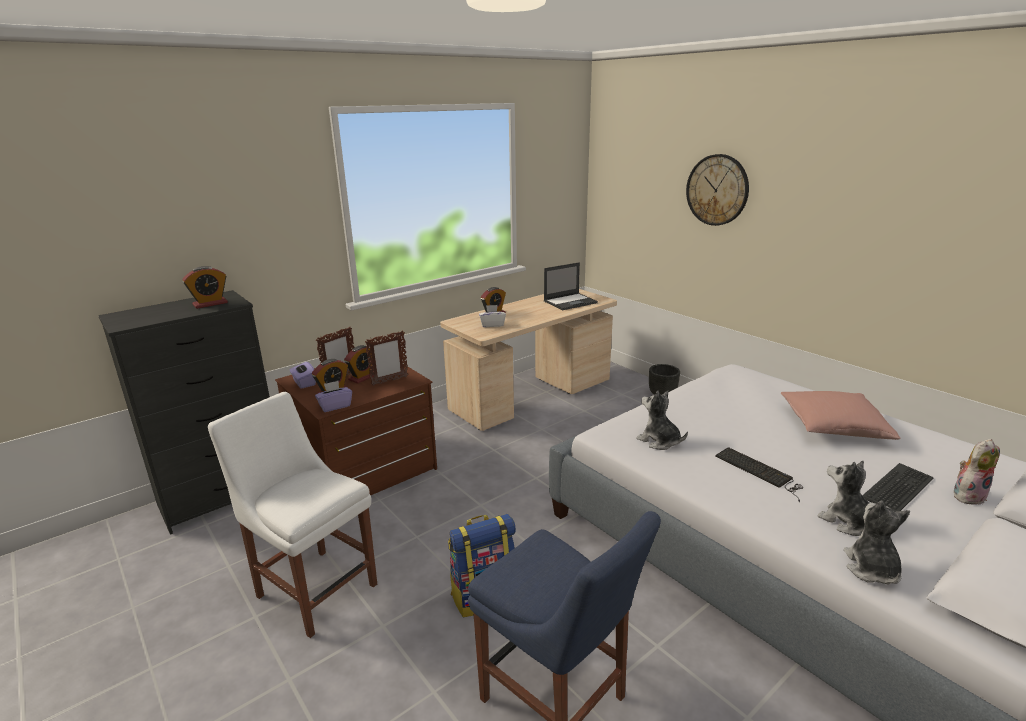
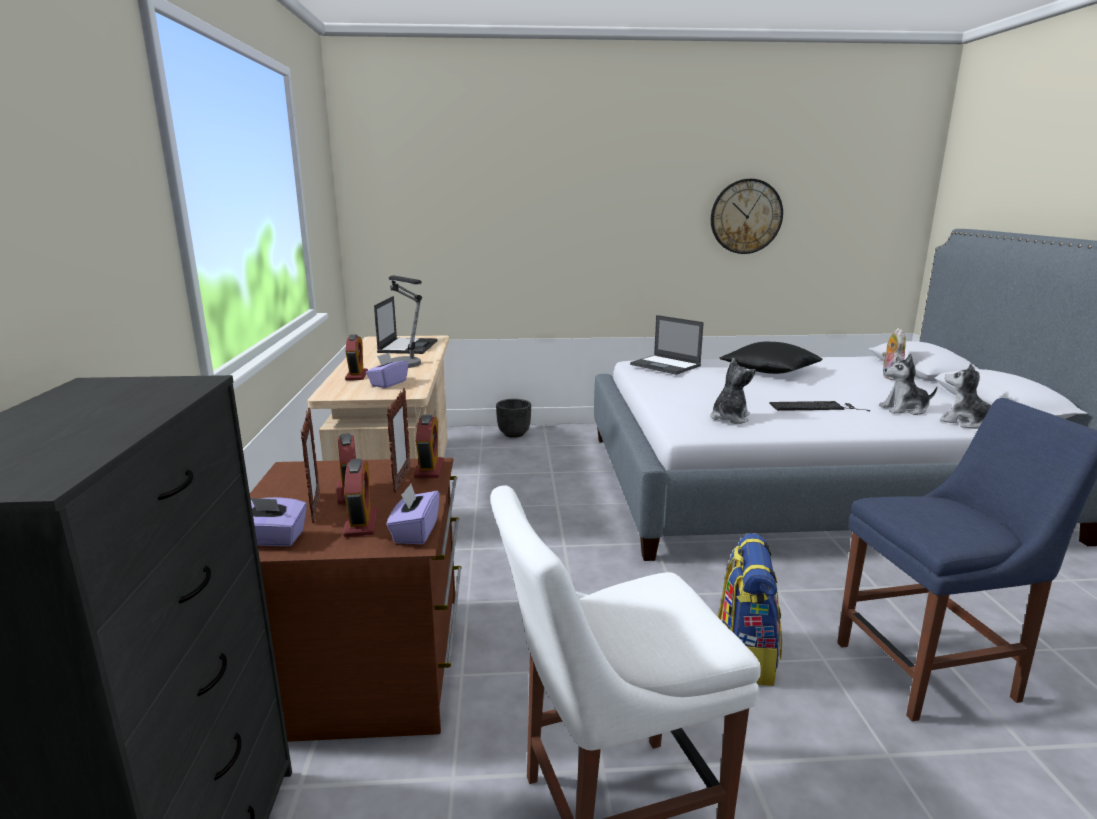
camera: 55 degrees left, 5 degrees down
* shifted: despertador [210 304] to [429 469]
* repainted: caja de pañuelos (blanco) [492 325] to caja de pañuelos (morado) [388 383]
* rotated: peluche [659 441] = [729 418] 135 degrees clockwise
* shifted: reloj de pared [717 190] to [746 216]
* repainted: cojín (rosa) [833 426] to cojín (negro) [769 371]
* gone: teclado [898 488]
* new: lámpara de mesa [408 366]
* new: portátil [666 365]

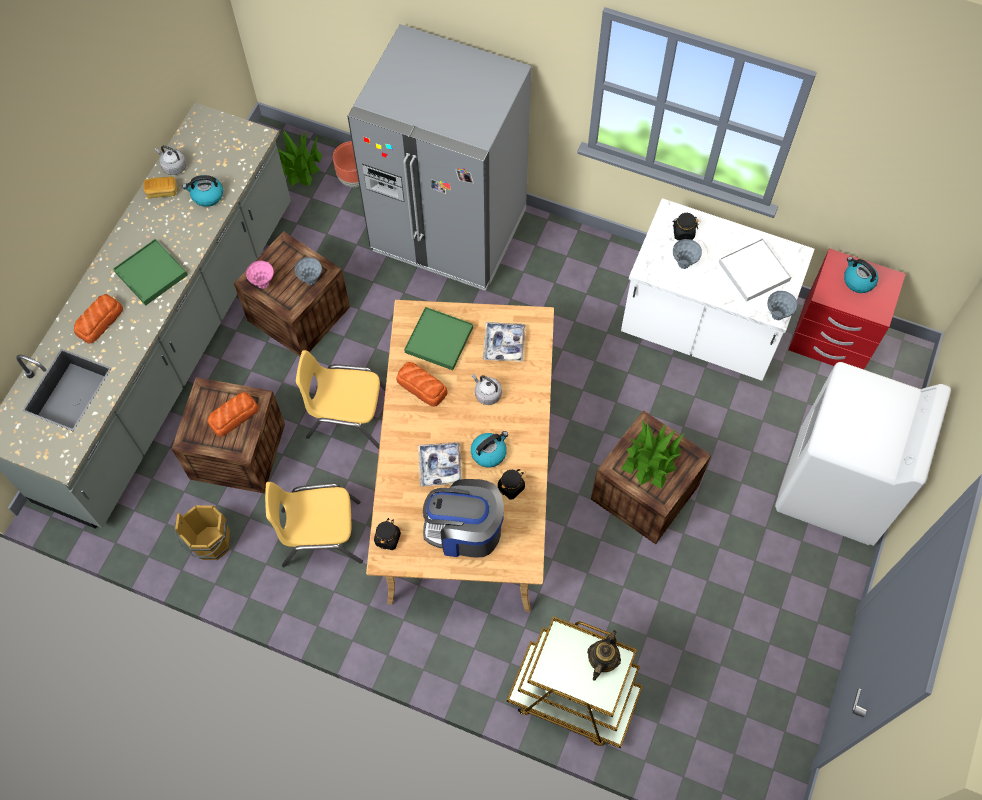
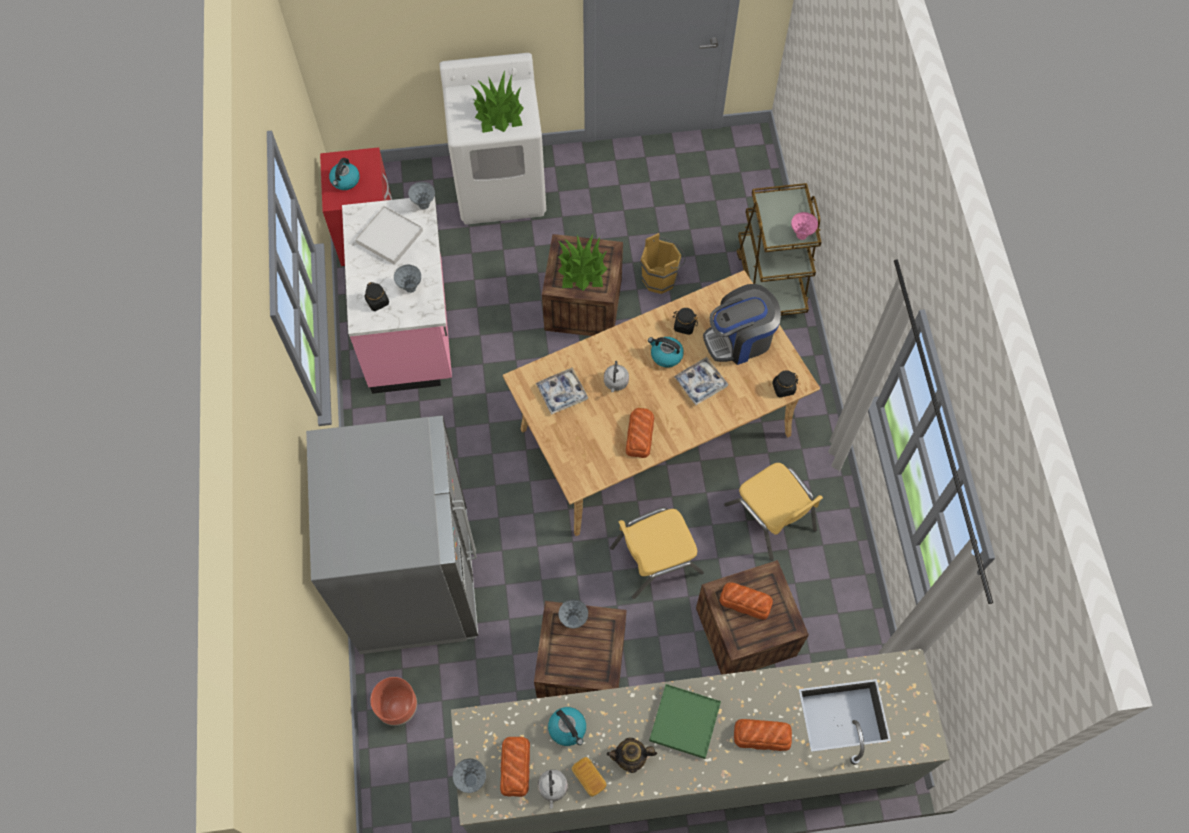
camera: 120 degrees left, 0 degrees up
* shifted: cubo (marrón) [211 546] to [661 278]
* shifted: florero (rosa) [263 284] to [801 235]
* shifted: planta en maceta [298 166] to [499 113]
* rotated: silla (amarillo) [348 415] = [655 559] 90 degrees clockwise
* gone: bandeja (verde) [439 340]
* rotated: cafetera [465 530] = [739 339] 90 degrees clockwise
* shifted: tetera [602 660] to [631 758]
* repainted: mueble bajo de cocina (blanco) [701 330] to mueble bajo de cocina (rosa) [410 328]
* new: florero (gris) [471 780]
* new: pan [515 766]

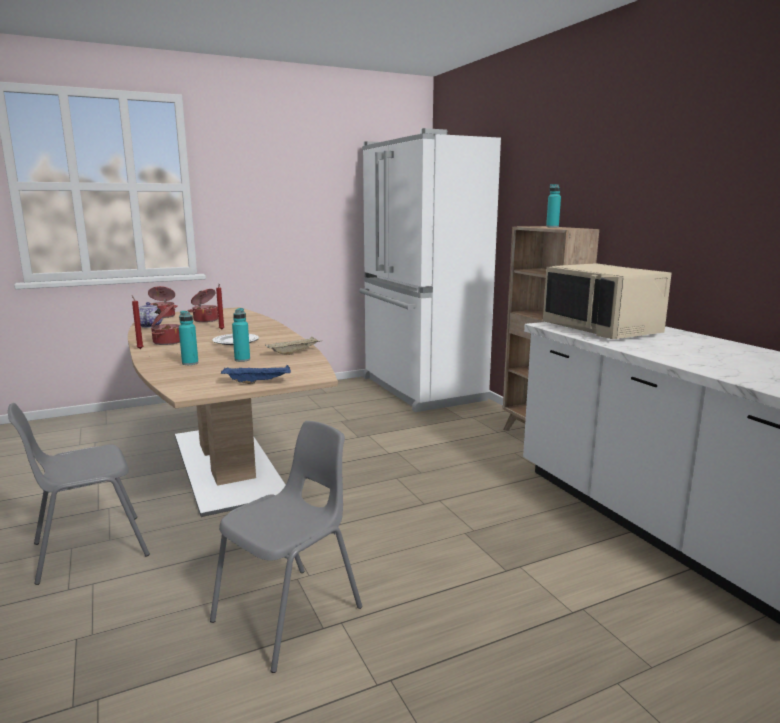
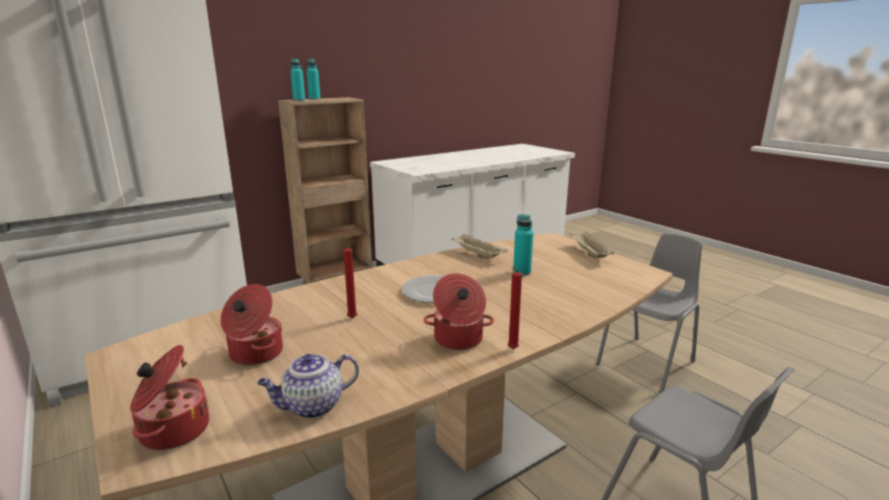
camera: 100 degrees left, 5 degrees up
* shifted: botella (turquesa) [190 363] to [299 100]
* rotated: silla (gris) [290 615] = [648 363] 105 degrees clockwise
* repainted: bandeja (azul) [258 382] to bandeja (beis) [589 254]
* gone: microondas (beis) [602 329]

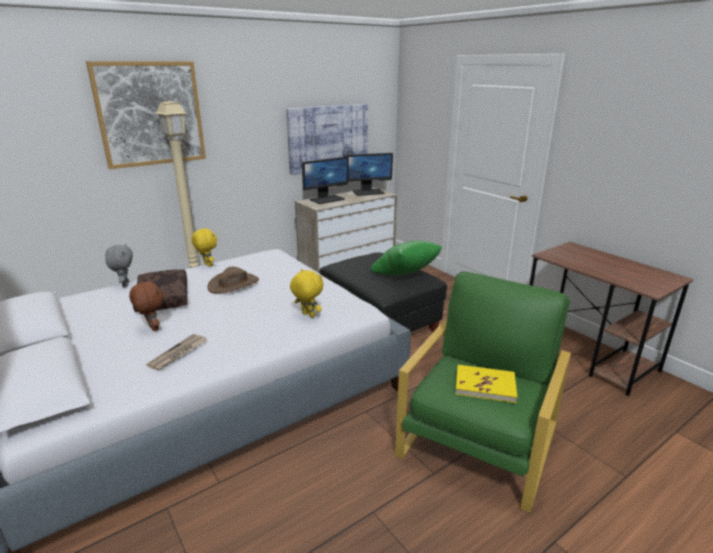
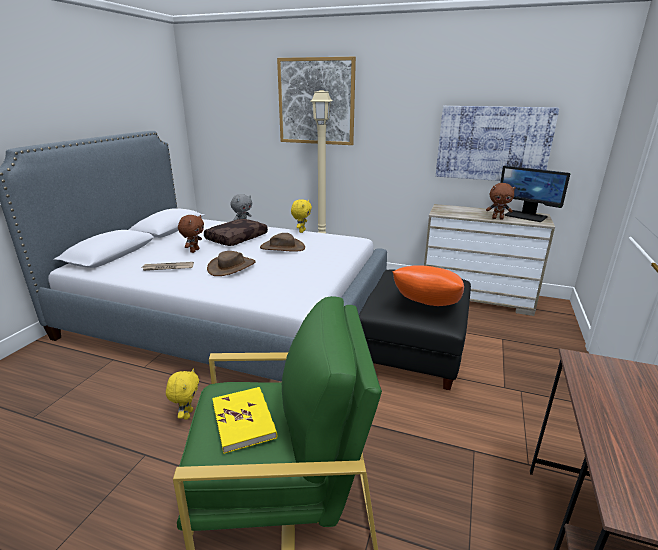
camera: 55 degrees right, 0 degrees up
* shifted: peluche (amarillo) [307 315] to [187 414]
* gone: monitor [327 199]
* repainted: cojín (verde) [405 276] to cojín (naranja) [426 307]
* new: sombrero (marrón) [232 267]
* new: peluche (marrón) [497 218]

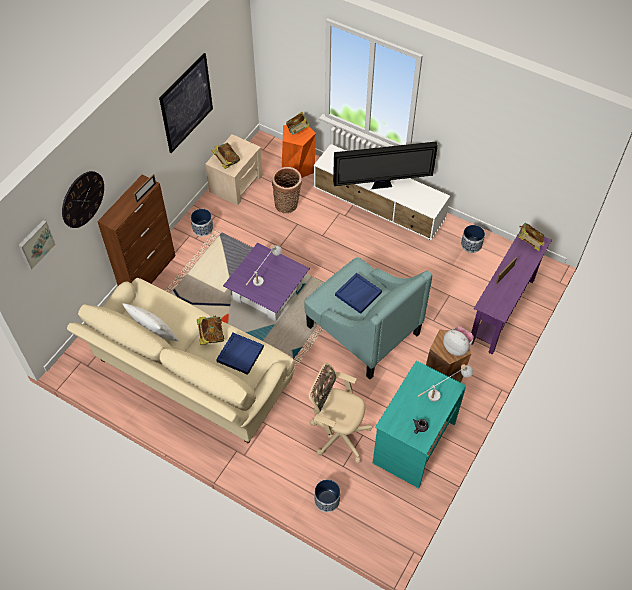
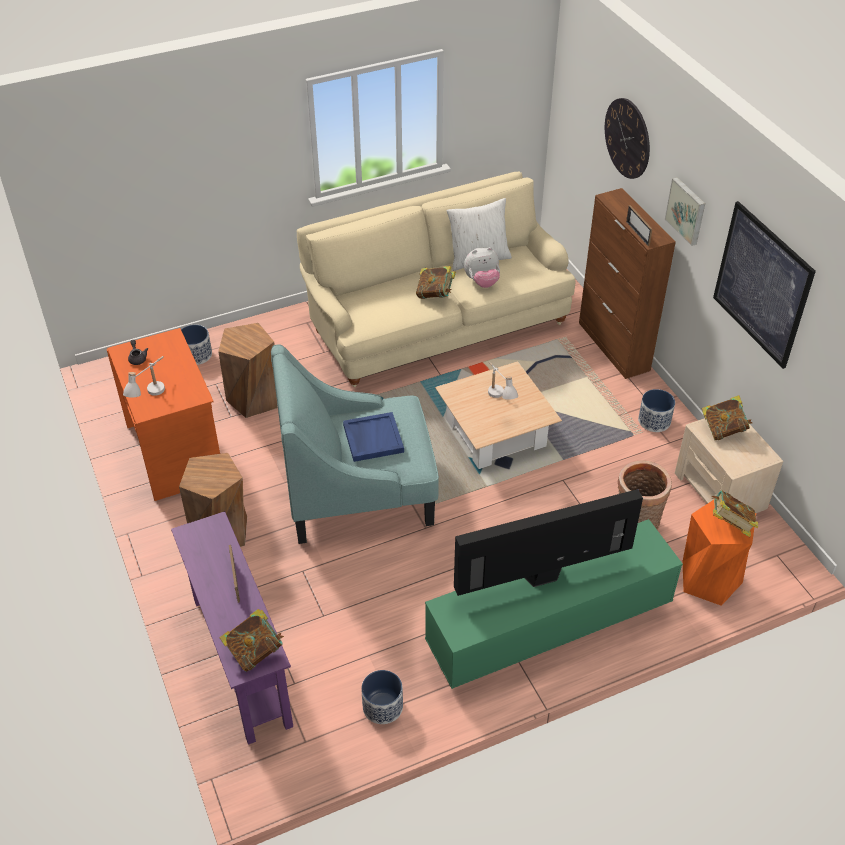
camera: 125 degrees right, 10 degrees down
* shifted: cuadro [35 243] to [687 210]
* gone: bandeja (azul) [240 354]
* repainted: mesa de centro (morado) [268 293] to mesa de centro (beis) [495 433]
* swapped: silla de oficina (beis) [337 433] to taburete (marrón) [254 398]
* repainted: mueble de televisión (blanco) [378 209] to mueble de televisión (verde) [547 629]
* rotated: televisor [382 185] = [542 577] 45 degrees clockwise
* repainted: escritorio (turquesa) [413 442] to escritorio (naranja) [176 452]
* shifted: peluche [456 347] to [482 282]

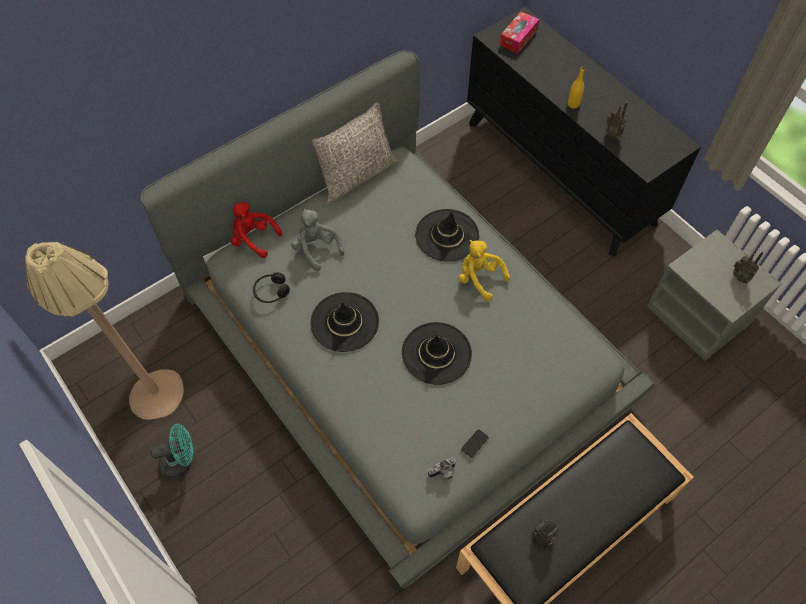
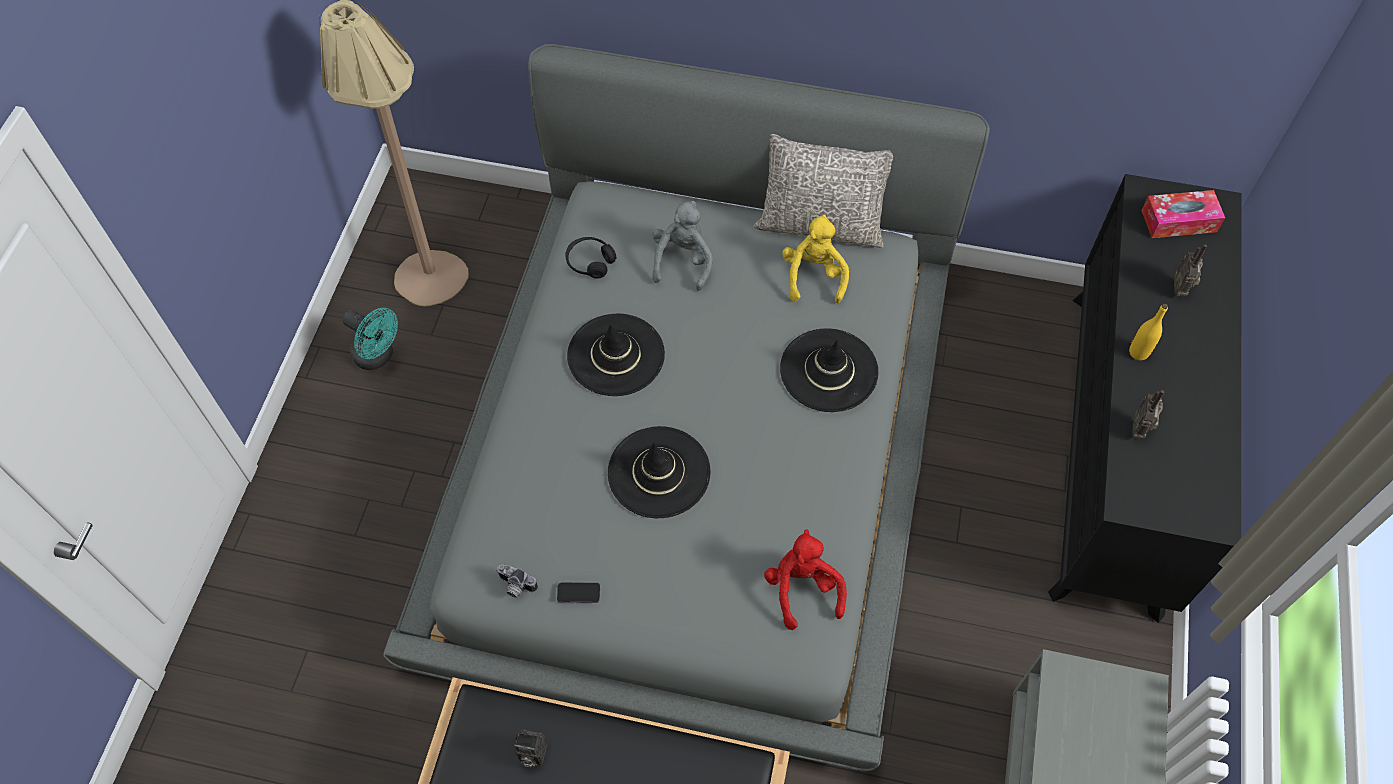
camera: 50 degrees right, 0 degrees up
* shifted: peluche (rojo) [253 239] to [802 589]
* shifted: peluche (amarillo) [479 278] to [814 276]
* shifted: radio [739 277] to [1180 288]

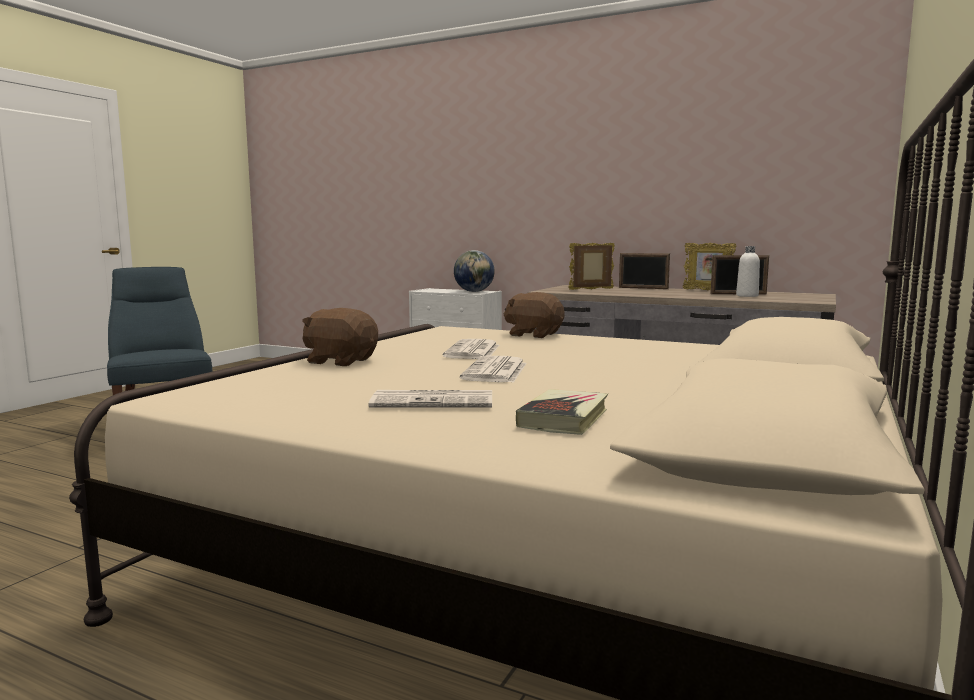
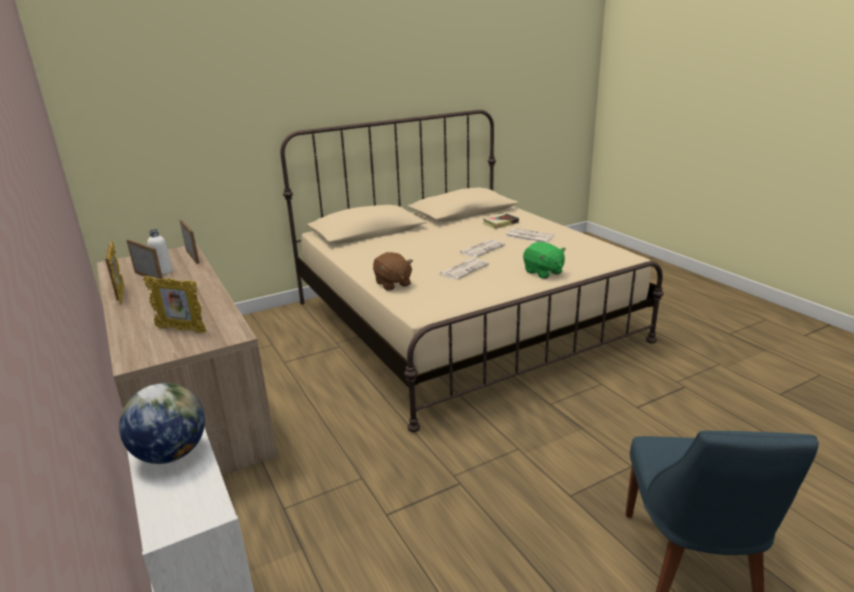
camera: 145 degrees left, 15 degrees up
* repainted: peluche (marrón) [340 361] to peluche (verde) [543 272]
* shifted: portarretratos [643 288] to [192 256]

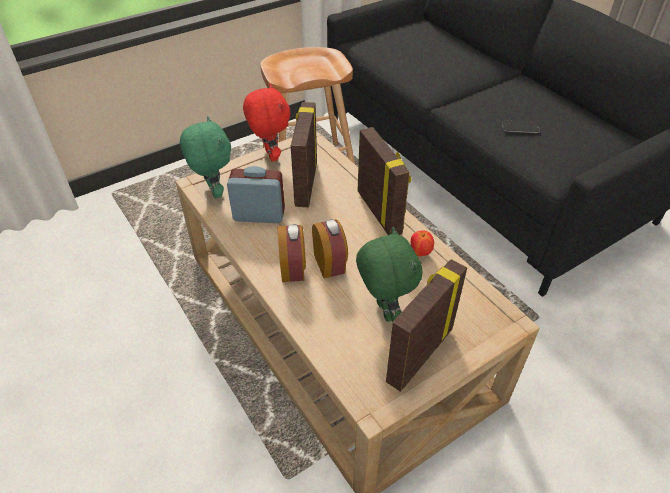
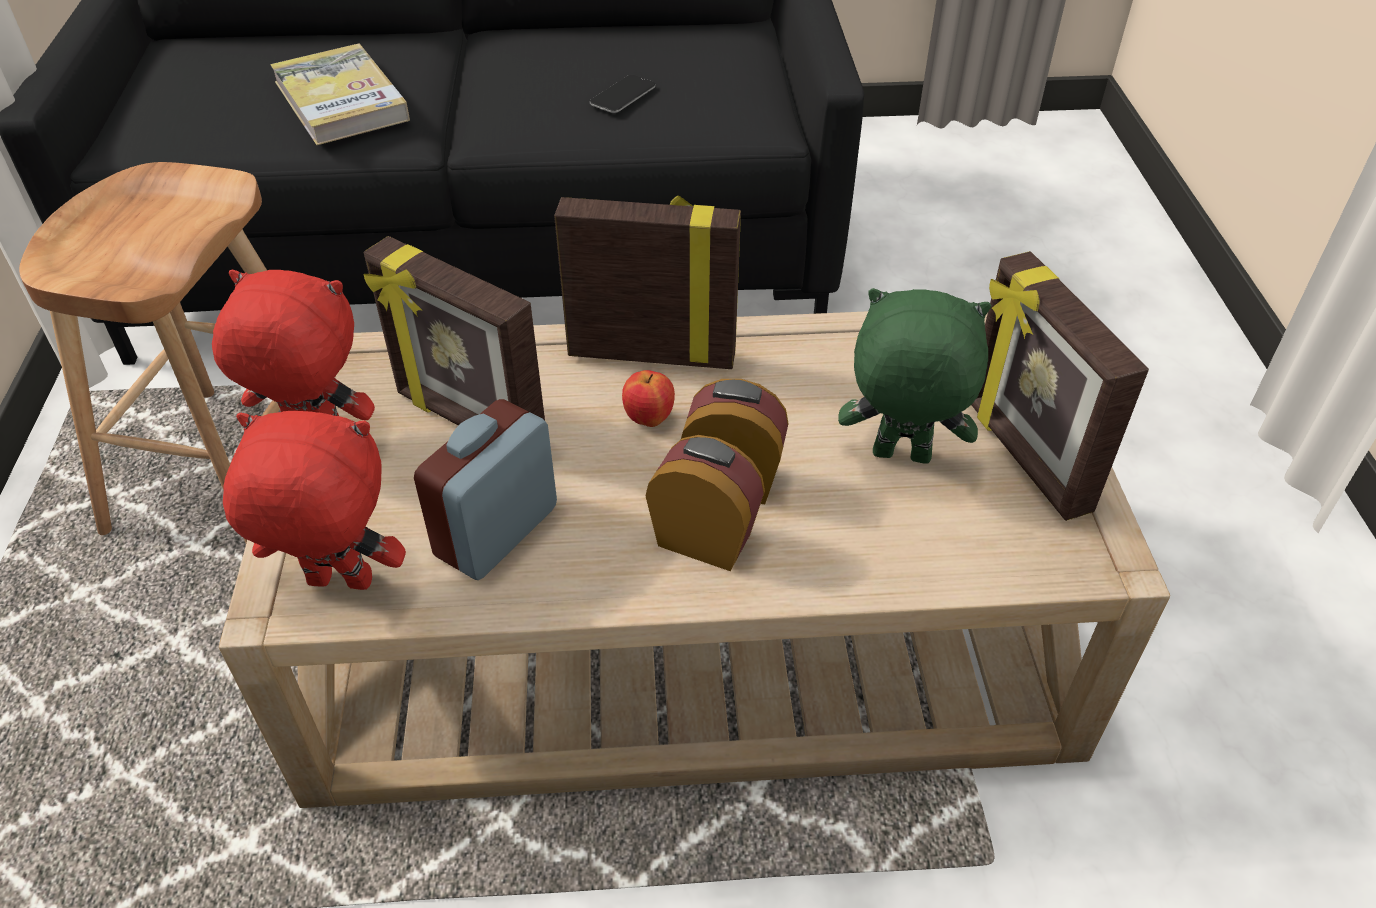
camera: 60 degrees left, 0 degrees up
* repainted: peluche (verde) [213 192] to peluche (rojo) [338 584]
* shifted: manzana [420 253] to [649 419]
* new: libro [341 101]

